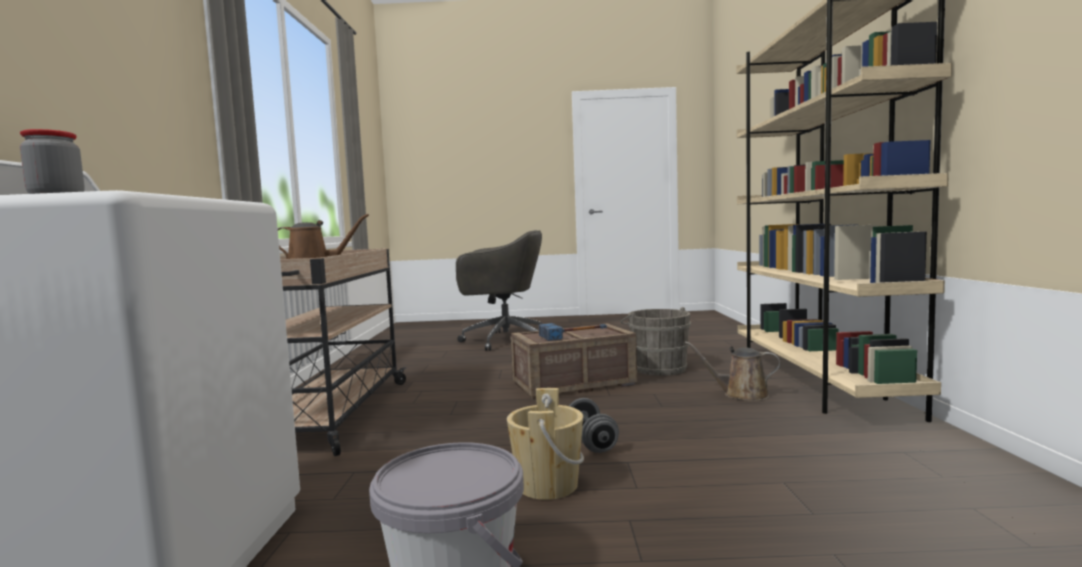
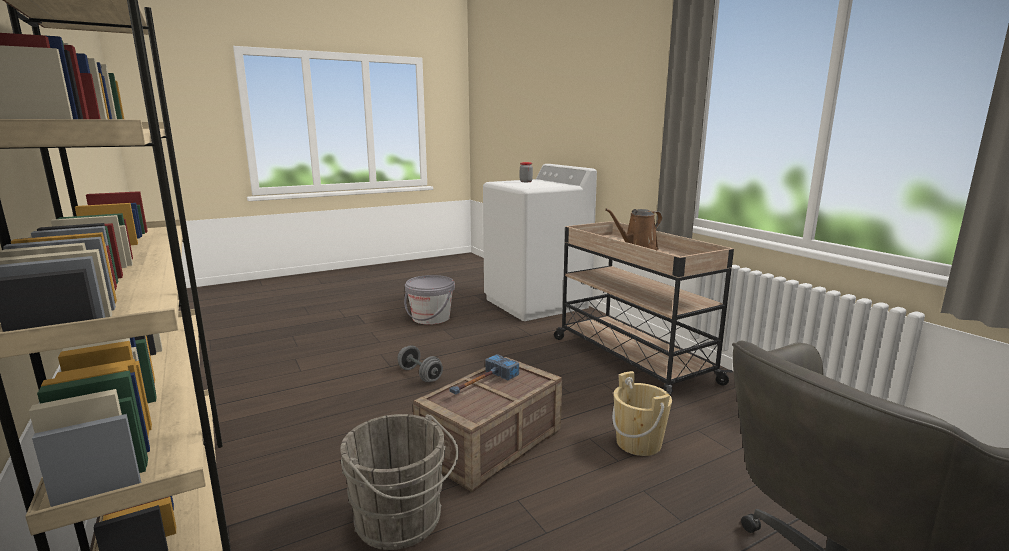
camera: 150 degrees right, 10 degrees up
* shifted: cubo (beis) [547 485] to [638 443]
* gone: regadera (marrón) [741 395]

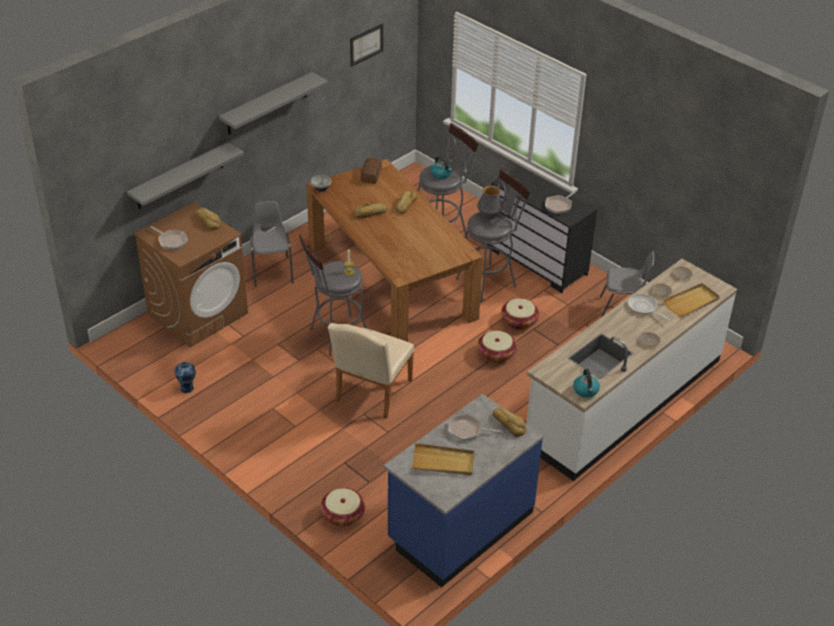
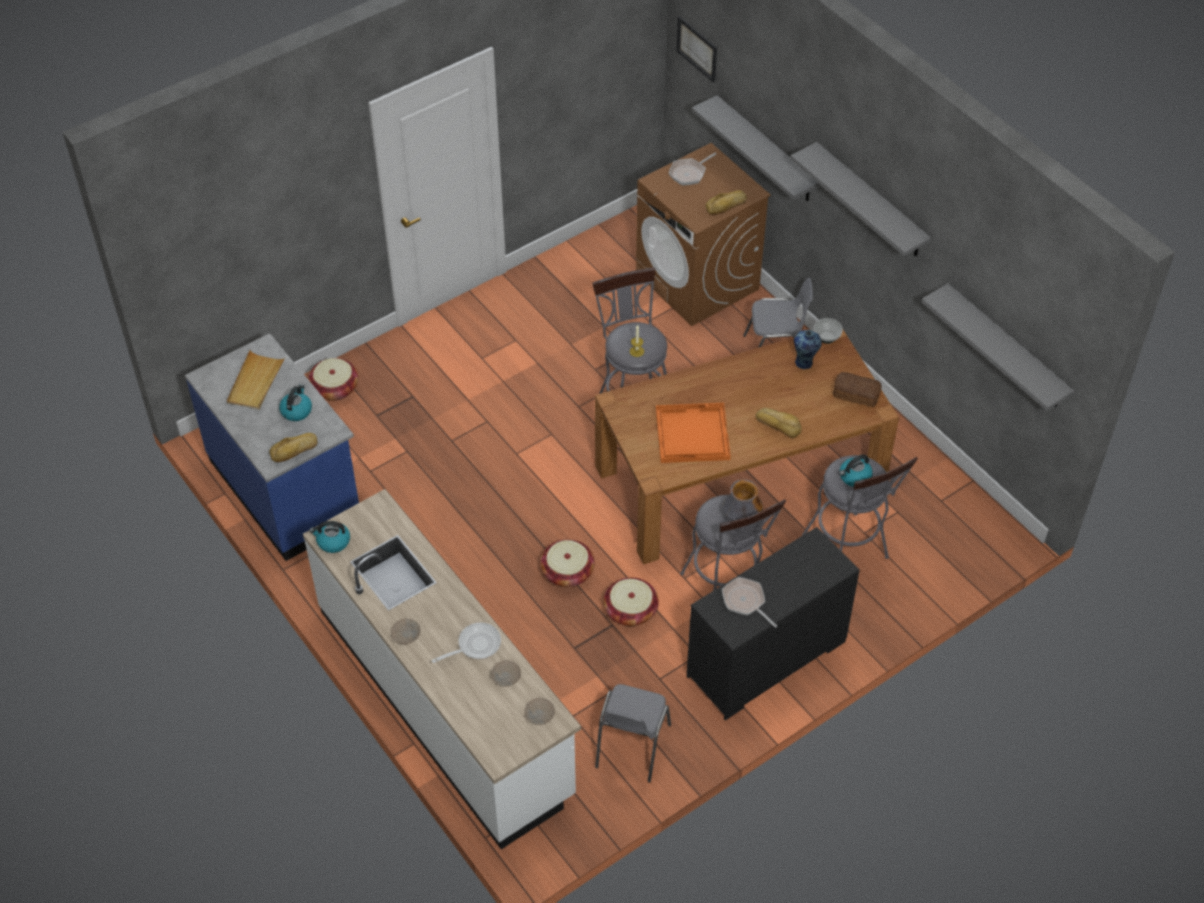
camera: 100 degrees right, 10 degrees up
* shifted: florero [187 388] to [804 363]
* gone: silla (beis) [371 394]
* shifted: cuadro [366 44] to [697 49]
* gone: pan [371 213]
* swapped: sartén [467 430] to hervidor [296 410]
* gone: bandeja (beis) [691 302]
* new: bandeja (naranja) [691 434]
* new: estante (gris) [1006 348]

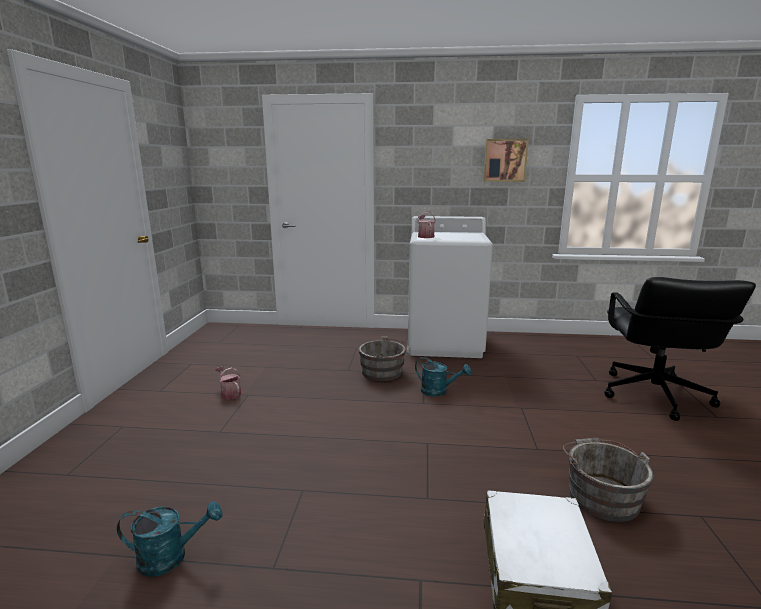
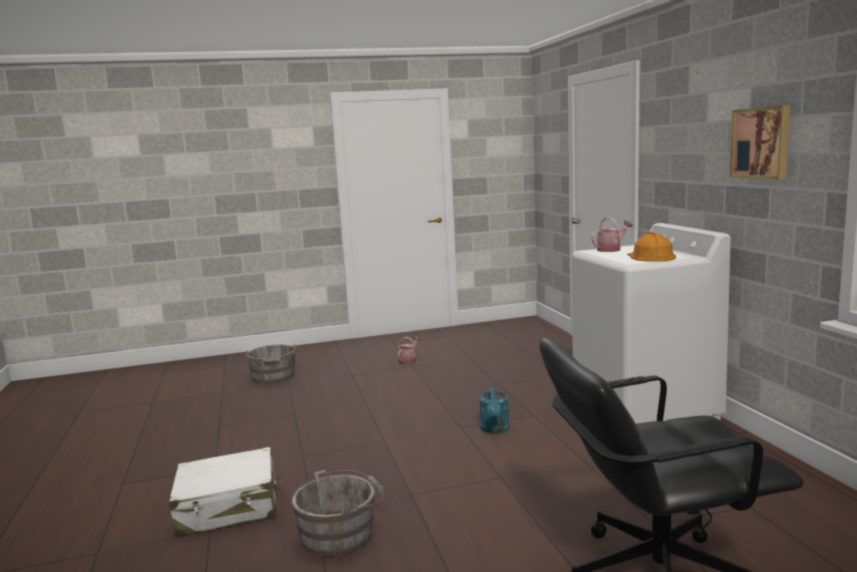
camera: 70 degrees right, 5 degrees down
* gone: regadera (turquesa) [171 557]
* shifted: cubo (gris) [384 372] to [273 377]
* new: casco (naranja) [650 256]

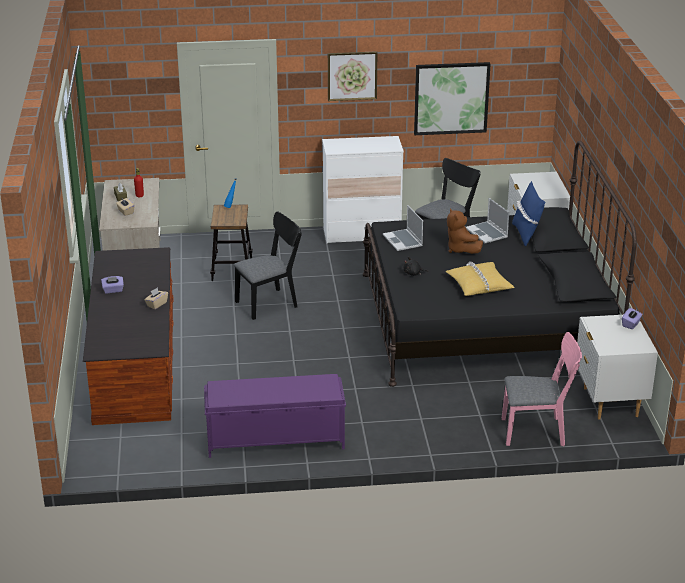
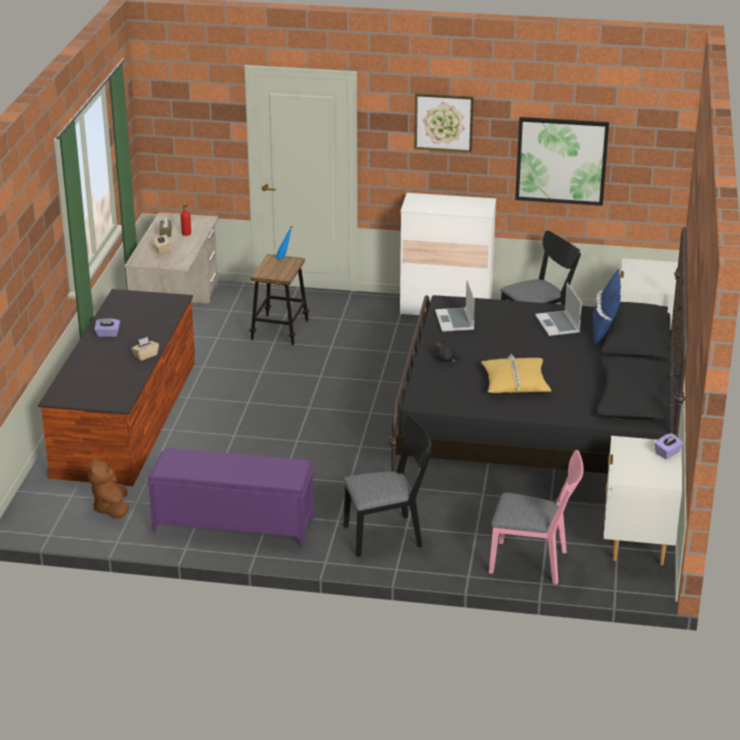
camera: 15 degrees right, 0 degrees up
* shifted: silla (negro) [270 303] to [389 535]
* shifted: peluche (marrón) [461 249] to [111 509]

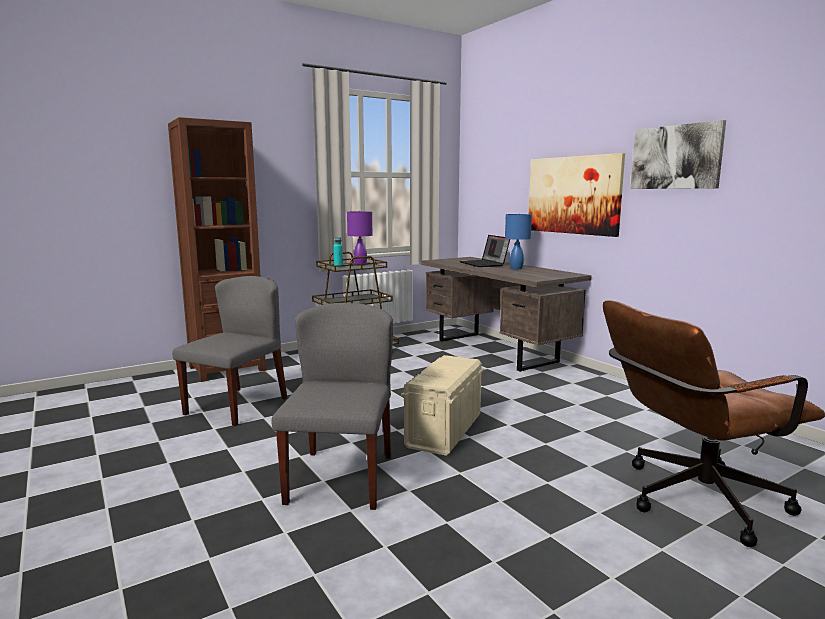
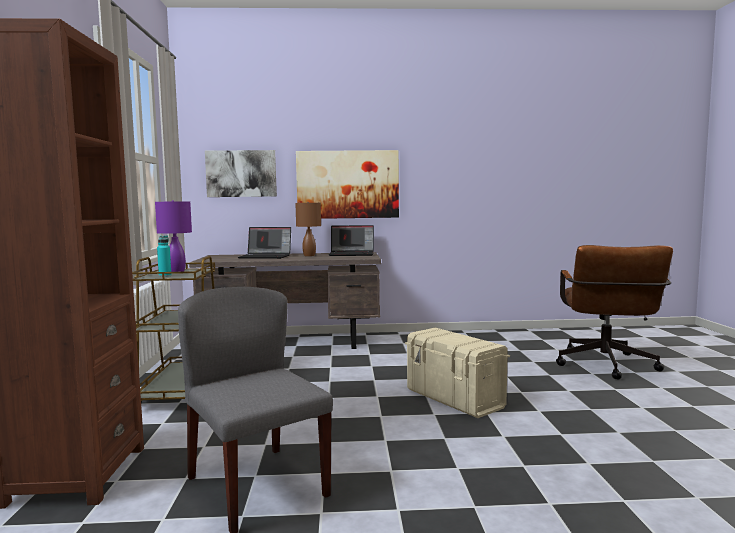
camera: 60 degrees left, 5 degrees down
* gone: silla (gris) [340 478]
* repainted: lámpara de mesa (azul) [516 268] to lámpara de mesa (marrón) [309 255]
* shifted: cuadro [676 157] to [241 173]
* new: portátil [352 254]

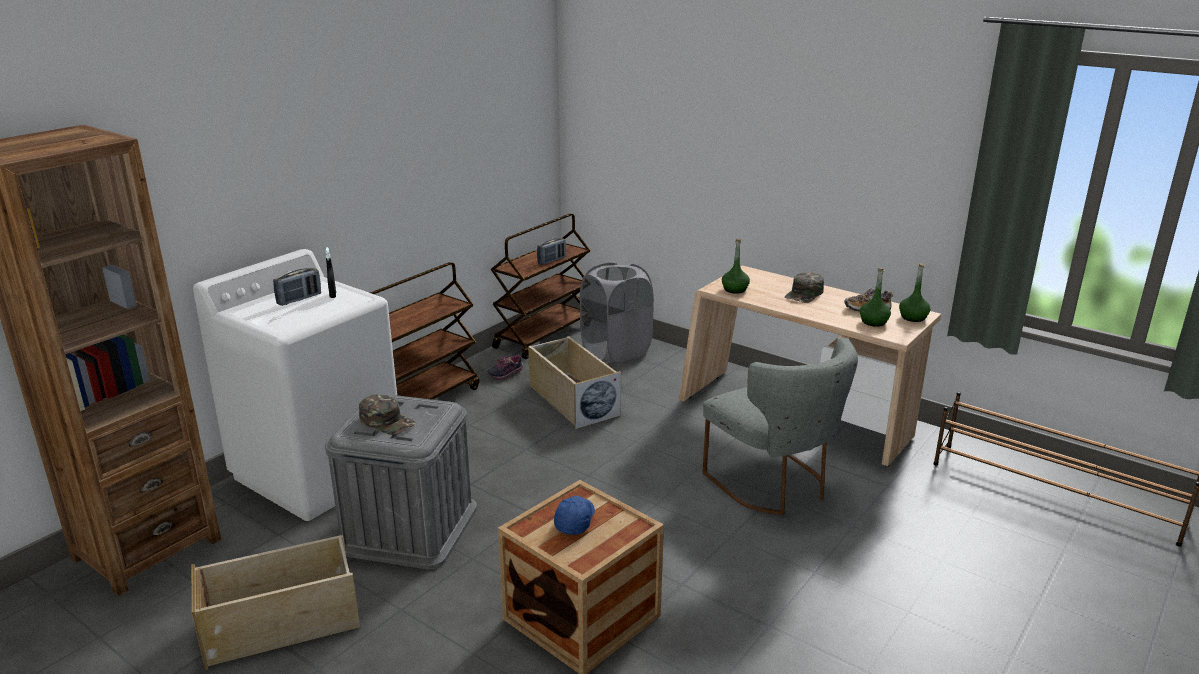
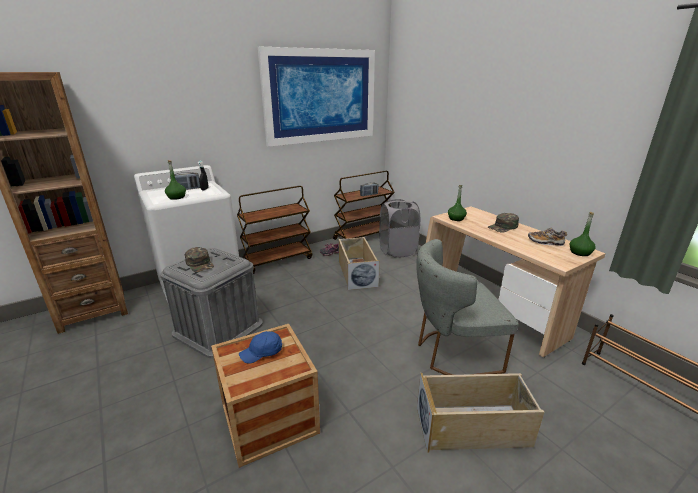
camera: 20 degrees right, 0 degrees up
* shifted: caja de almacenaje (beis) [283 624] to [473 427]
* rotated: gorra (azul) [574 521] = [262 353] 150 degrees counterclockwise
* rotated: silla (gris) [774 486] = [452 353] 90 degrees clockwise
* shifted: botella (verde) [873 322] to [176 197]
* new: cuadro [321 96]

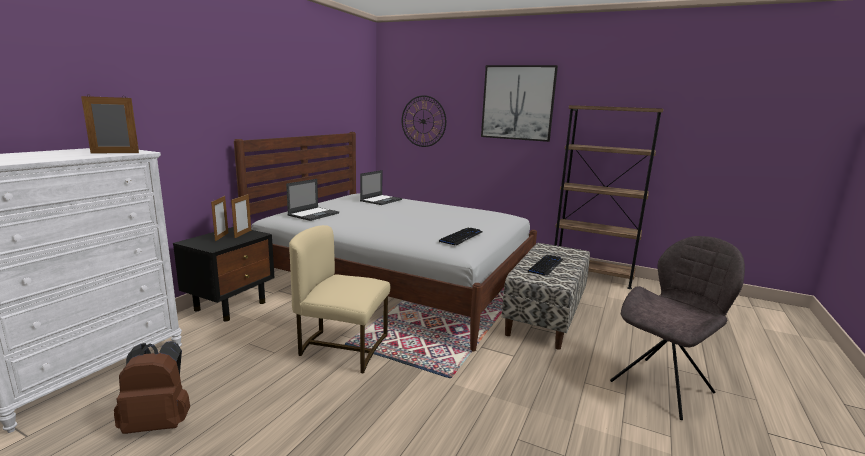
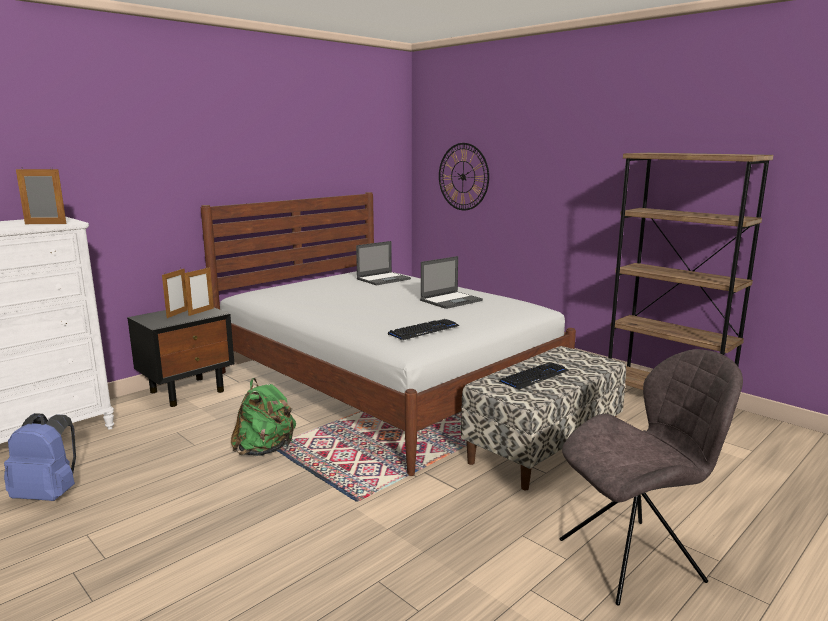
camera: 20 degrees right, 0 degrees up
* repainted: mochila (marrón) [159 423] to mochila (azul) [49 495]
* shifted: portátil [314 214] to [451 300]
* swapped: silla (beis) [342 347] to mochila (verde) [265 450]
* gone: cuadro [517 103]

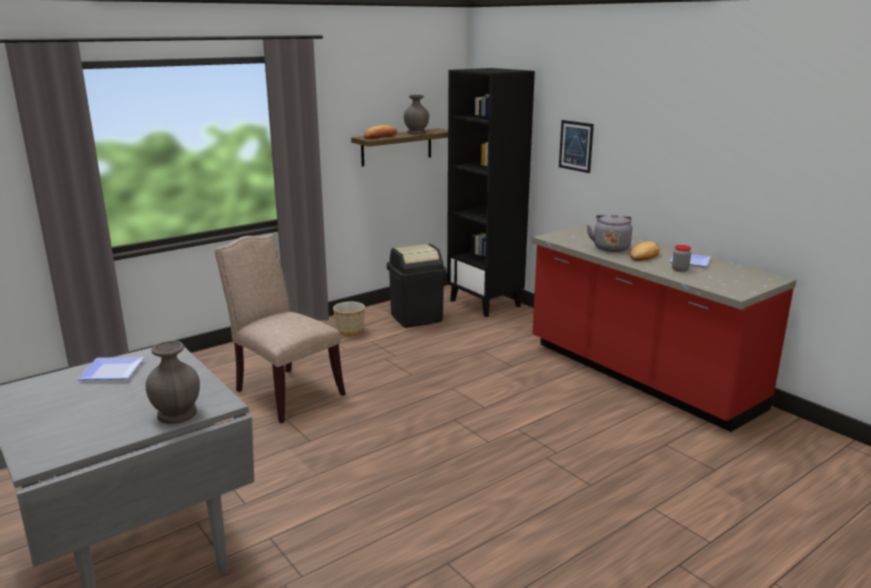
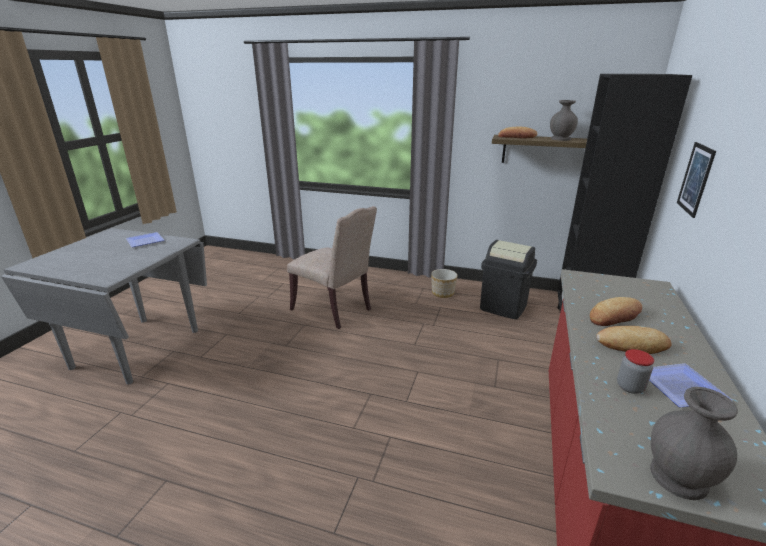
camera: 55 degrees right, 5 degrees up
* shifted: florero (gris) [176 414] to [678 478]
* rotated: silla (beis) [284 392] = [335 310] 120 degrees clockwise
* swapped: hervidor (gris) [610 248] to pan [615 316]

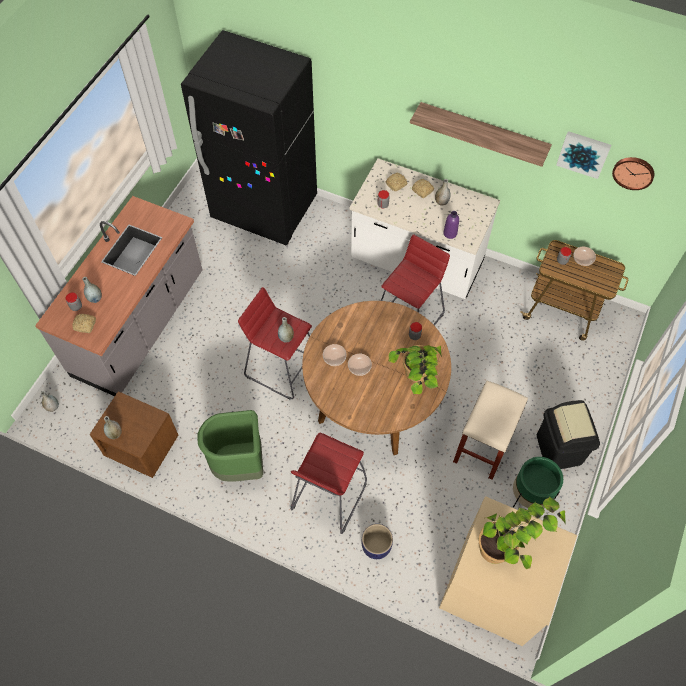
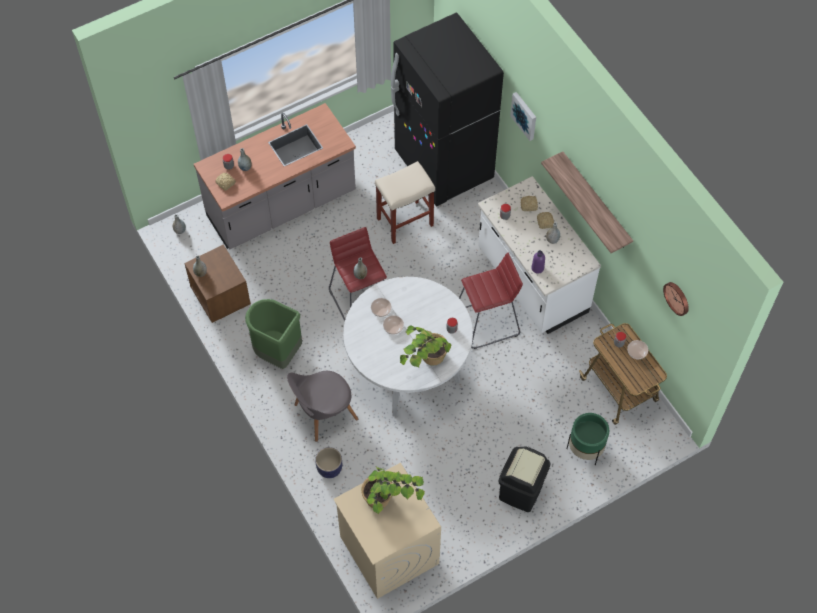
camera: 35 degrees right, 0 degrees up
* swapped: taburete (rojo) [328 496] to silla (gris) [323 413]
* repainted: mesa de comedor (marrón) [373 403] to mesa de comedor (blanco) [408 369]
* shifted: taburete (beis) [482 448] to [404 222]
* shifted: maceta (verde) [530 495] to [585 449]
* shifted: cuadro [583 153] to [524 115]

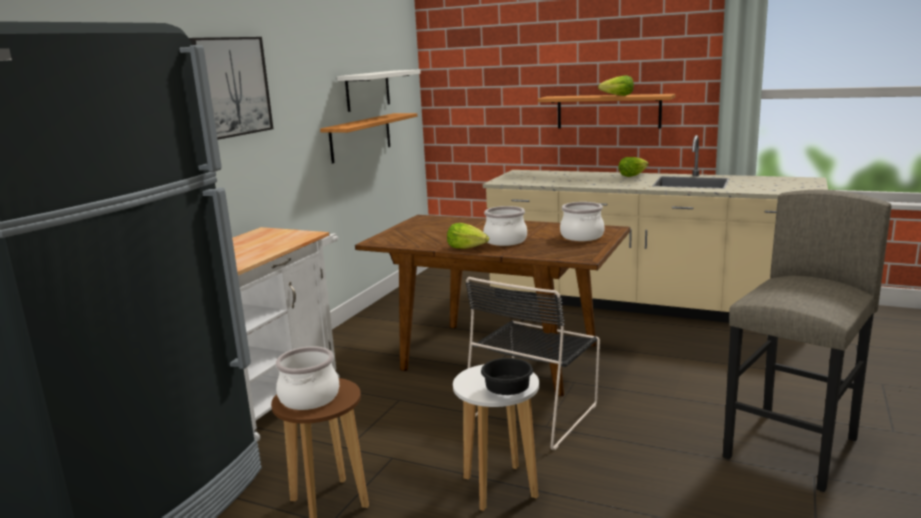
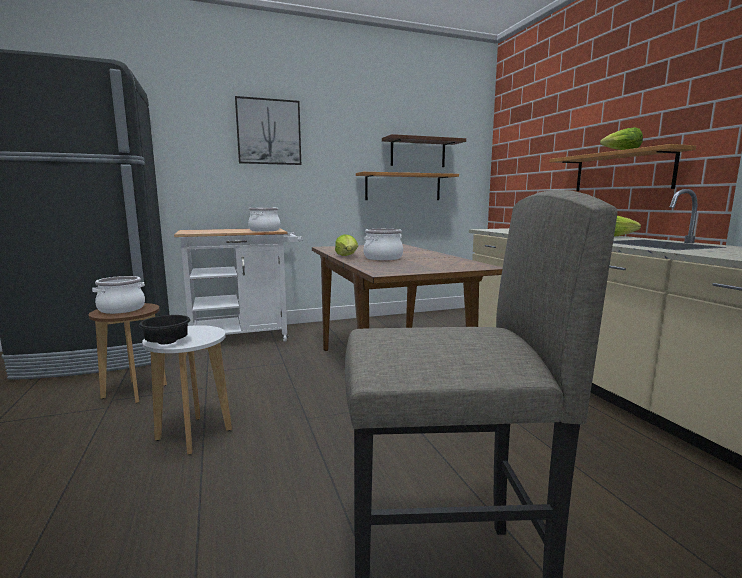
camera: 45 degrees right, 5 degrees down
* repainted: estante (blanco) [368 90] to estante (marrón) [418 153]
* gone: silla (negro) [534 412]
* shifted: olla [581 236] to [264 230]

